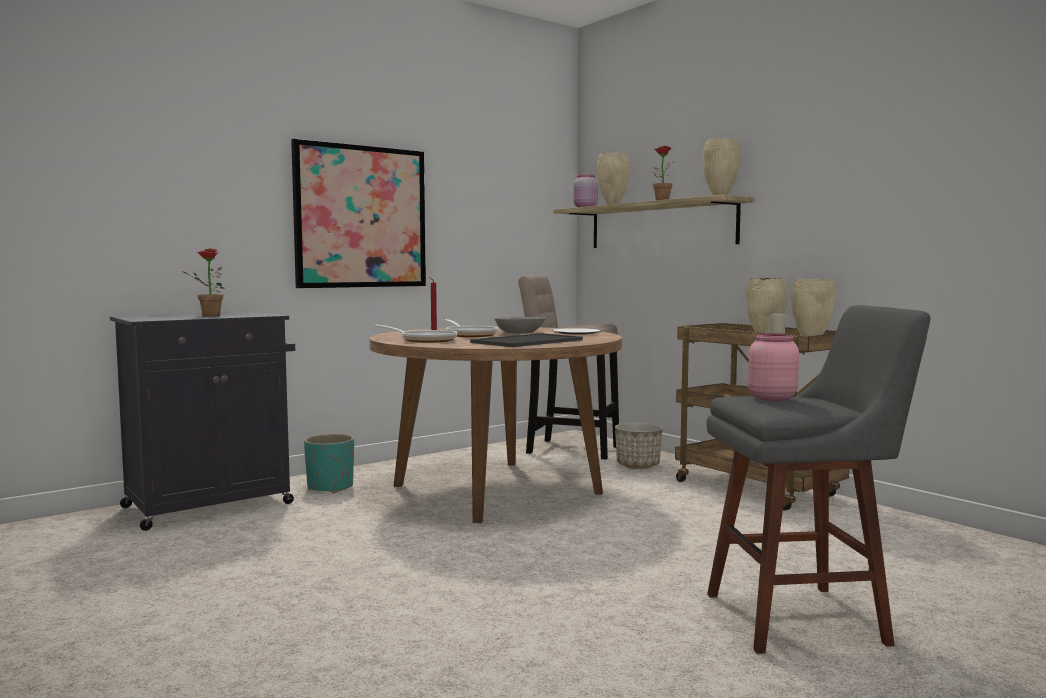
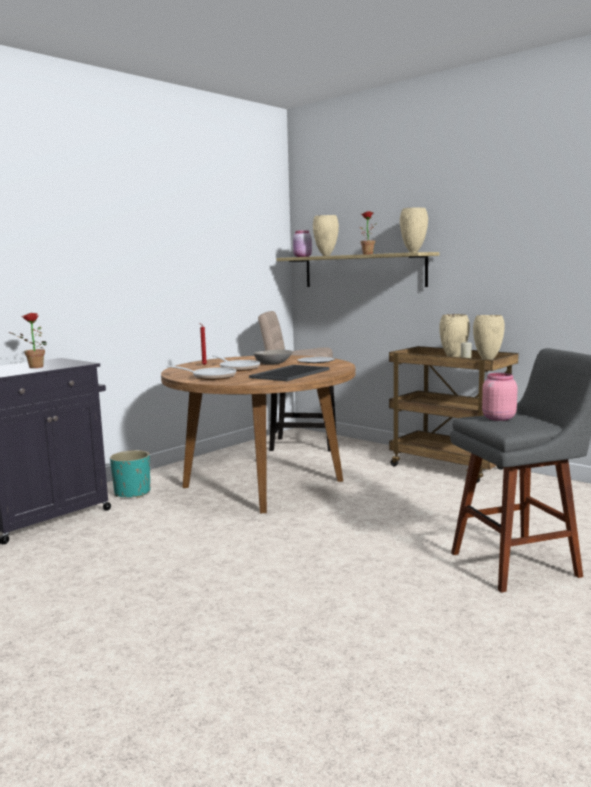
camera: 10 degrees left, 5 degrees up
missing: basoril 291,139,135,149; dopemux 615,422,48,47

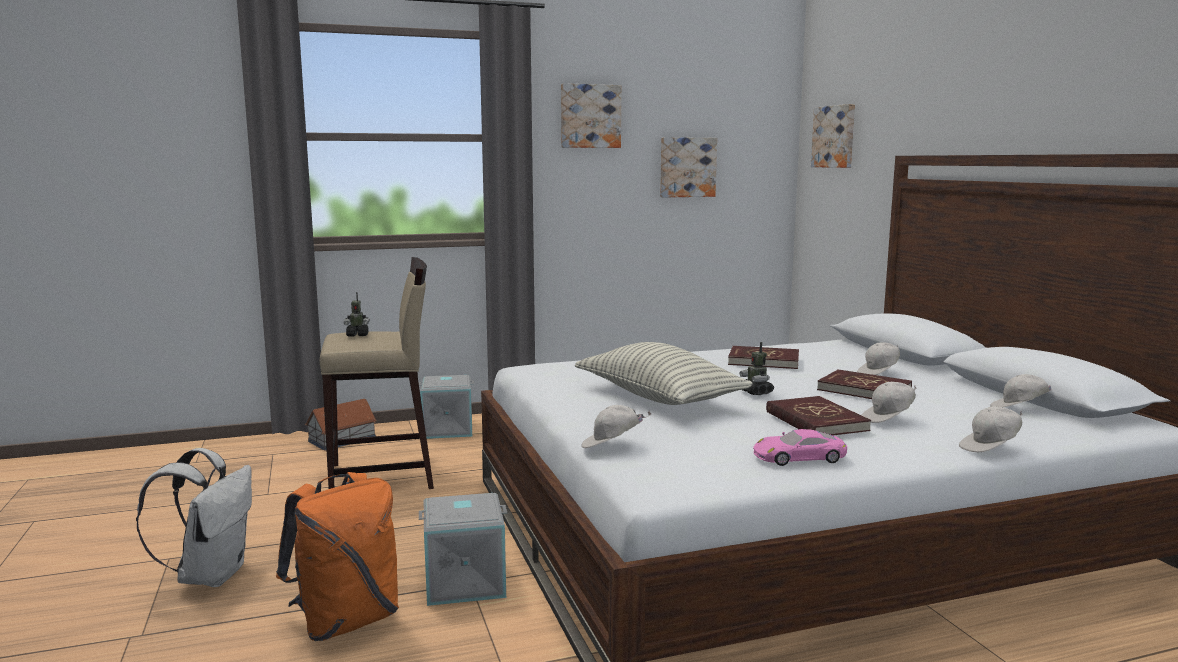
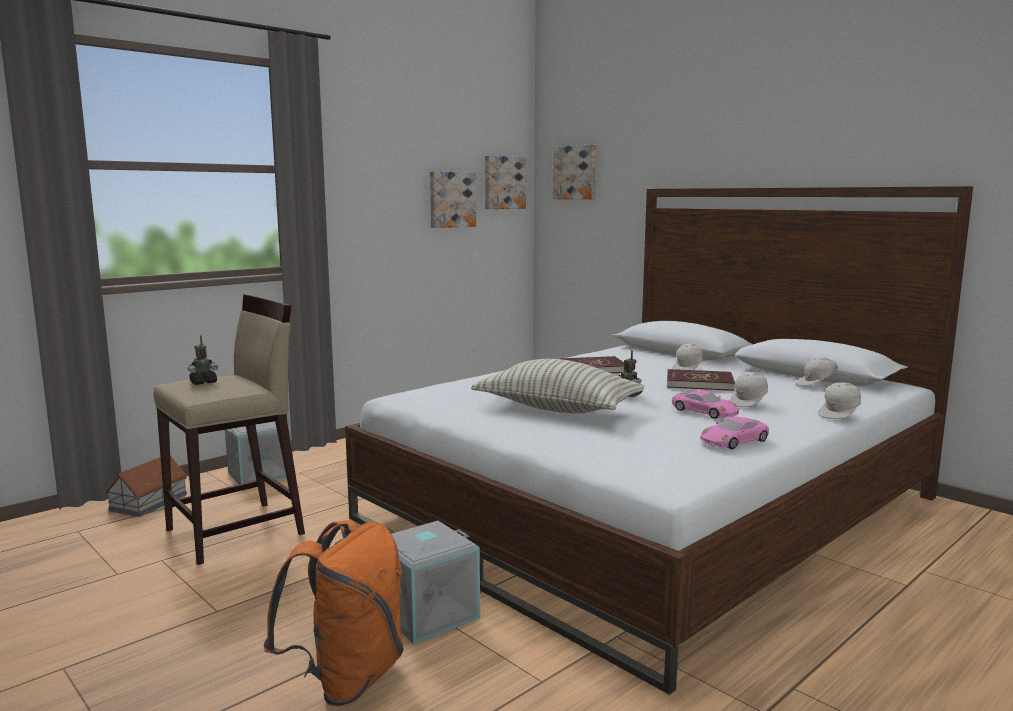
camera: 25 degrees left, 0 degrees up
missing: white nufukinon 581,405,70,43; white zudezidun 136,448,116,139
relocated: basoril 561,83,60,65 to 485,156,41,53
exchanged: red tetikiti 766,396,105,39 to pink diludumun 672,390,67,29

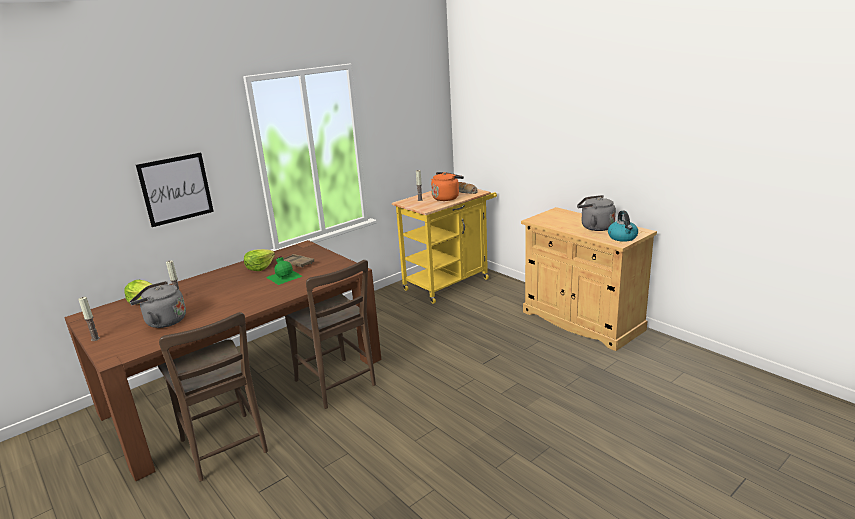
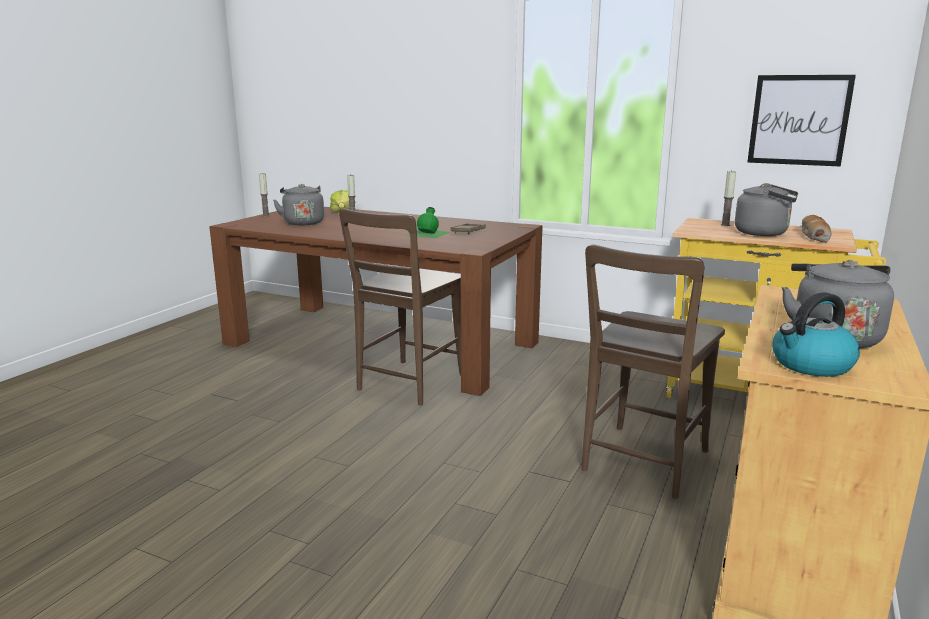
camera: 65 degrees right, 5 degrees down
missing: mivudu 244,249,31,22
relocated: basoril 136,152,78,75 to 747,75,109,92; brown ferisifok 158,312,110,169 to 581,245,144,254
colour: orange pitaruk 431,172,33,29 to grey pitaruk 735,183,63,53

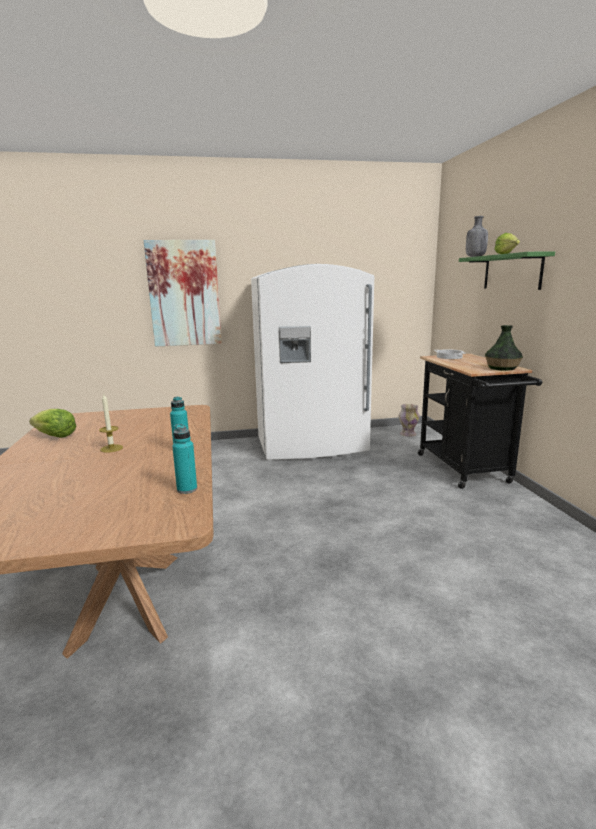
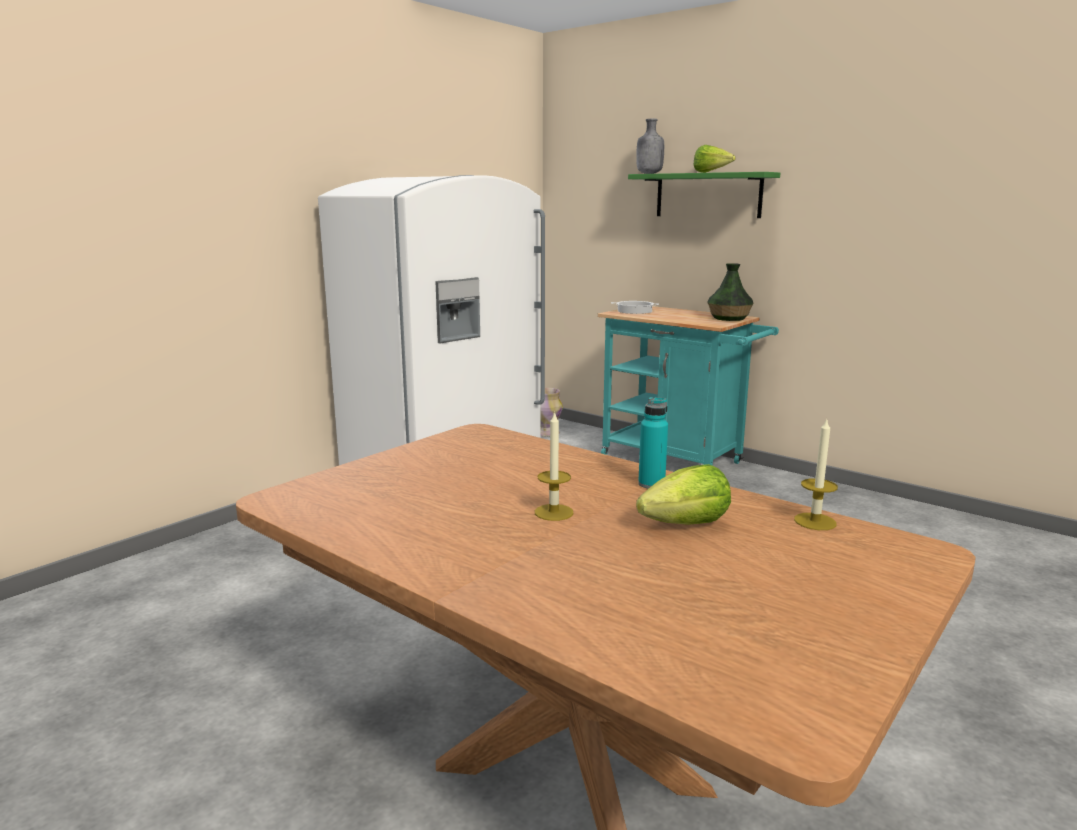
camera: 40 degrees left, 0 degrees up
missing: basoril 144,240,78,107
relocated: mivudu 29,409,47,29 to 636,464,95,61
exchanged: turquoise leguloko 172,424,25,70 to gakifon 794,419,44,111
colour: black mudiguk 418,354,124,135 to turquoise mudiguk 597,306,182,160

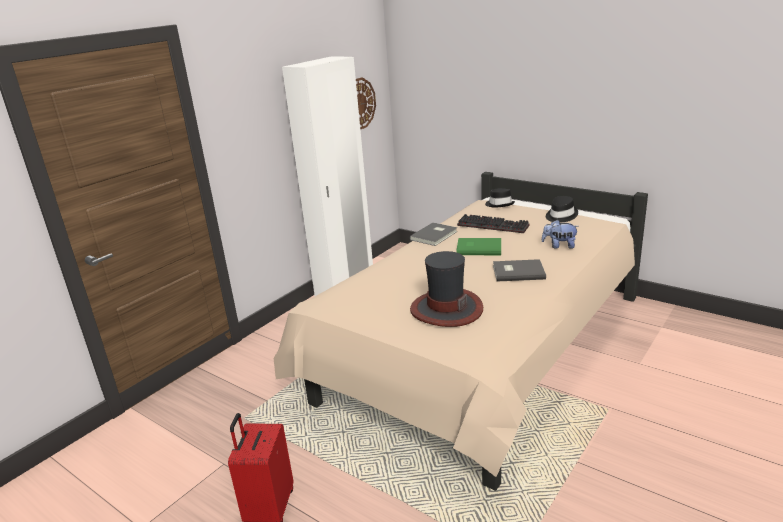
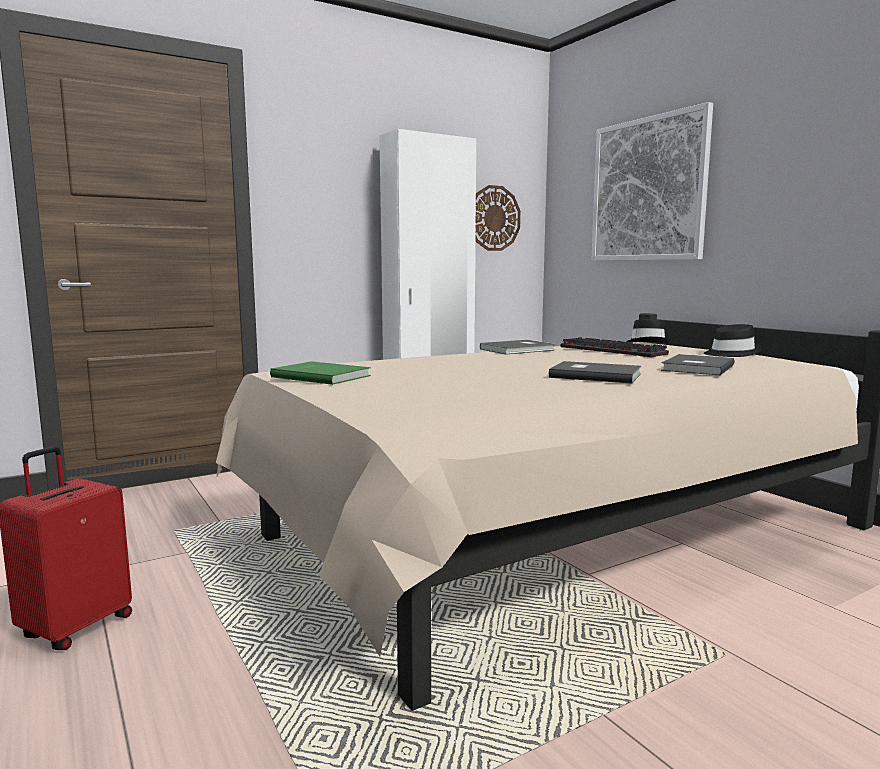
camera: 20 degrees right, 15 degrees down
missing: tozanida 410,251,73,76
appeared: basoril 591,102,122,159
relocated: green tetikiti 456,238,45,17 to 270,361,101,24
exchanged: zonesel 542,220,37,29 to grey tetikiti 661,354,74,21

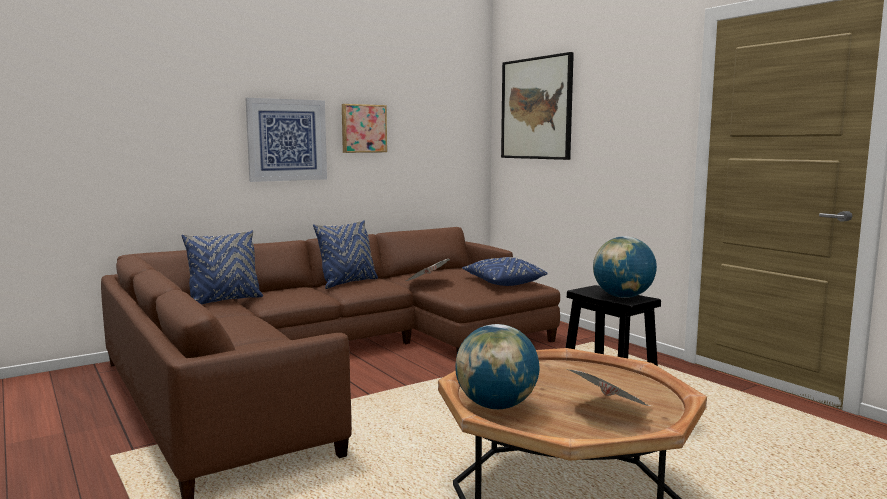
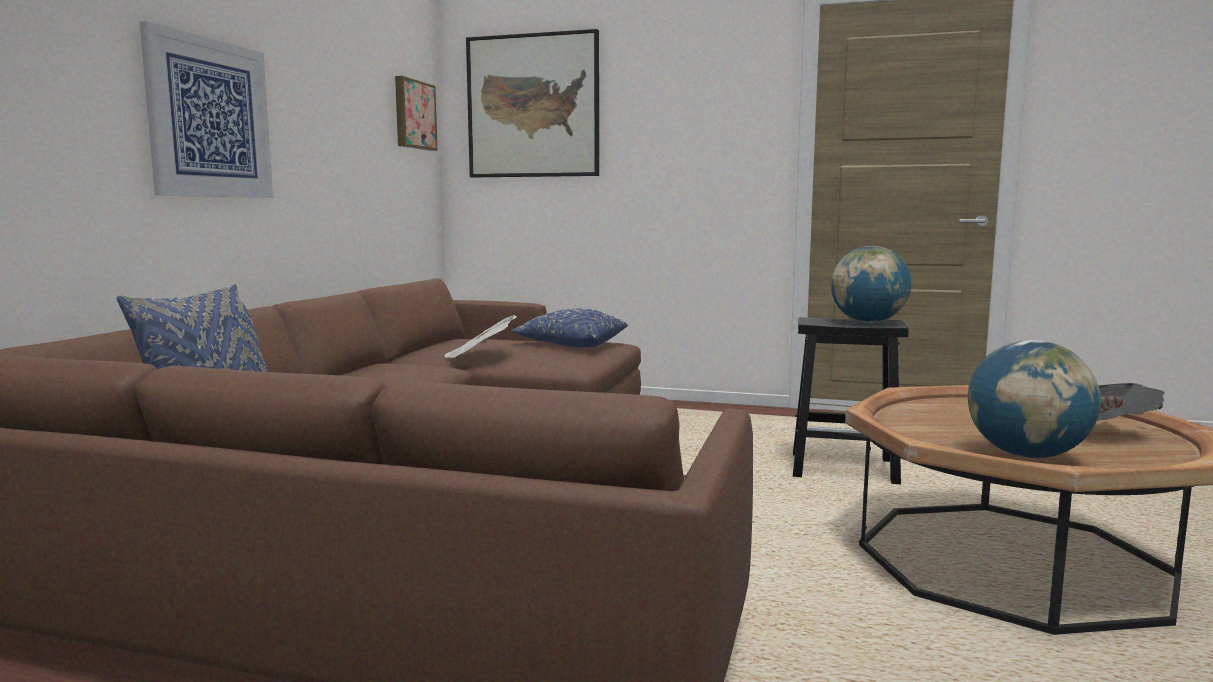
camera: 40 degrees left, 0 degrees up
missing: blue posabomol 313,220,65,69
relocated: basoril 342,104,45,49 to 395,76,43,75

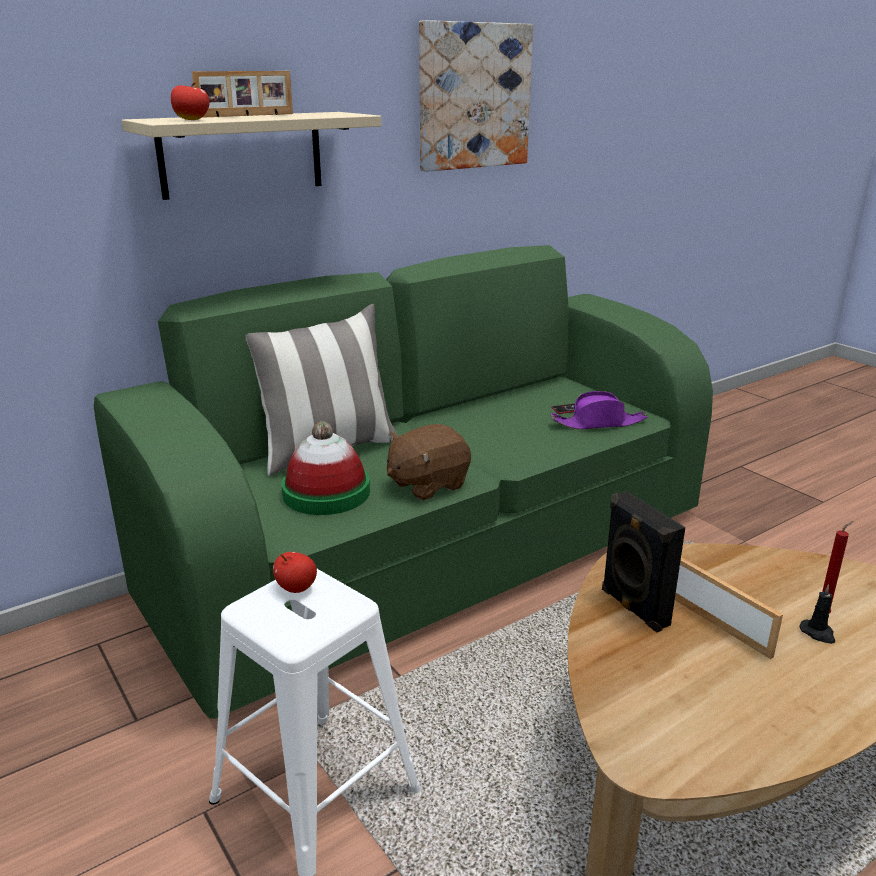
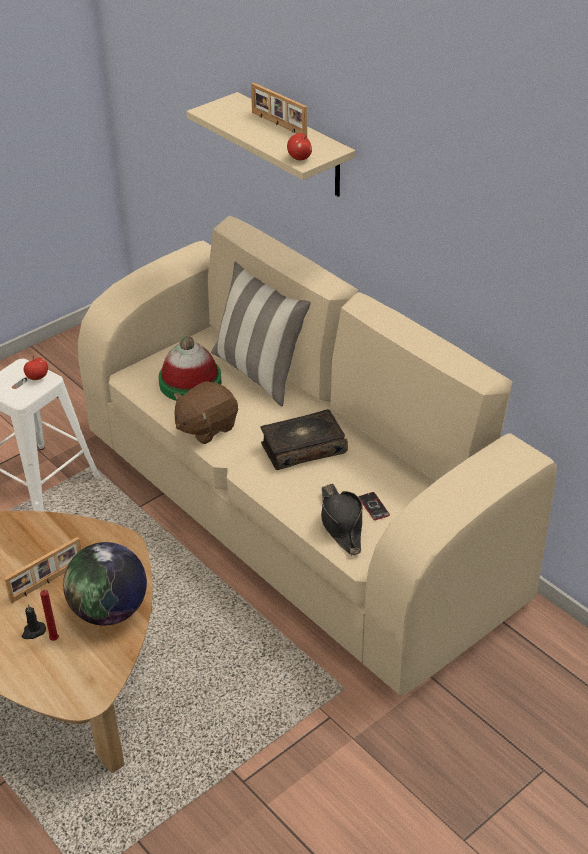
camera: 85 degrees right, 15 degrees up
missing: basoril 419,20,114,152; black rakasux 602,491,83,142
appeared: tetikiti 260,409,88,61; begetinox 63,542,84,83
relocated: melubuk 171,82,38,38 to 287,133,25,27
colour: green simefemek 94,245,619,474 to beige simefemek 78,215,479,480; purple tozanida 551,391,96,39 to black tozanida 321,484,41,71
spun: brown zonesel 387,424,84,76 = 174,381,64,63 90 degrees counterclockwise

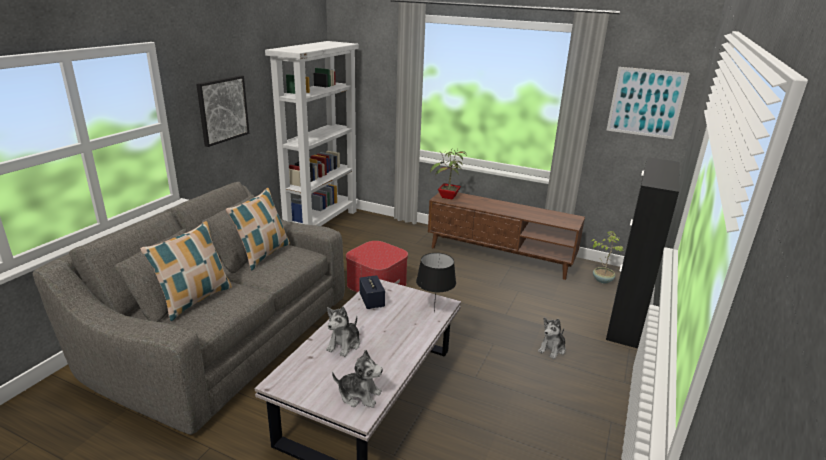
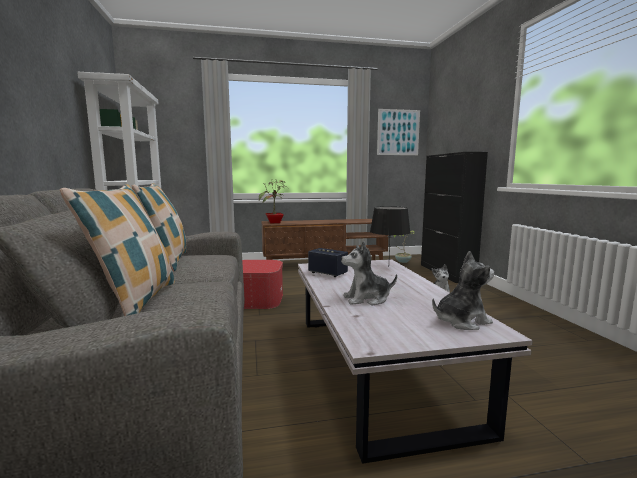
camera: 35 degrees left, 15 degrees down
missing: basoril 196,75,53,72
spun: zonesel 326,306,34,51 = 341,241,56,64 90 degrees clockwise

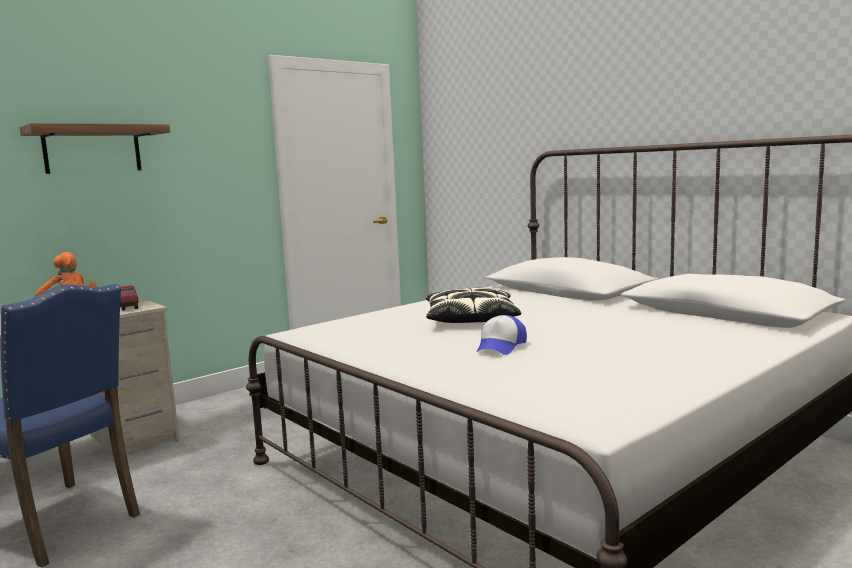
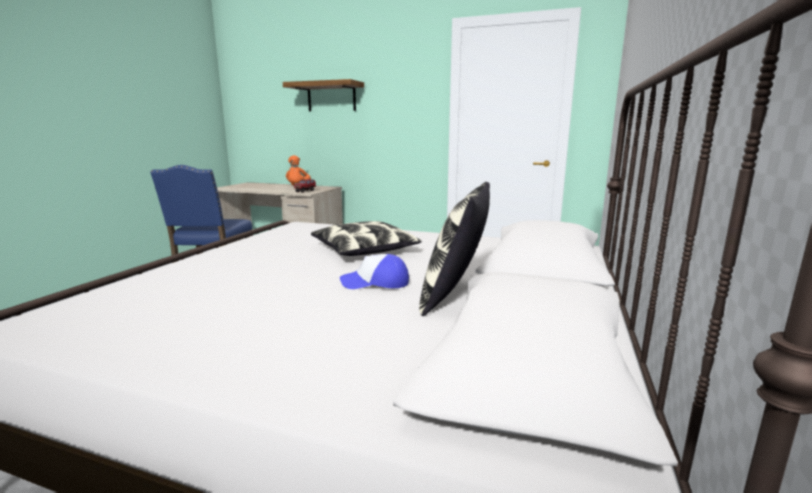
camera: 60 degrees right, 5 degrees up
appeared: posabomol 419,182,71,134
relocated: nufukinon 477,315,50,40 to 340,254,69,35

